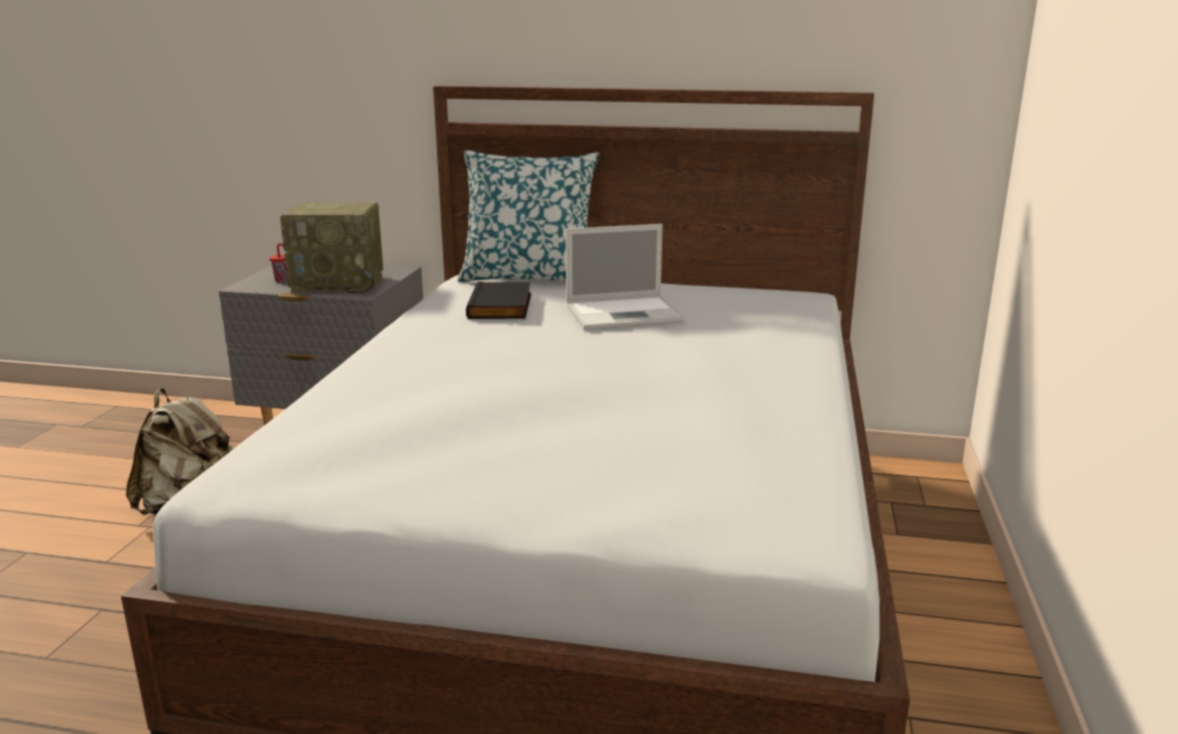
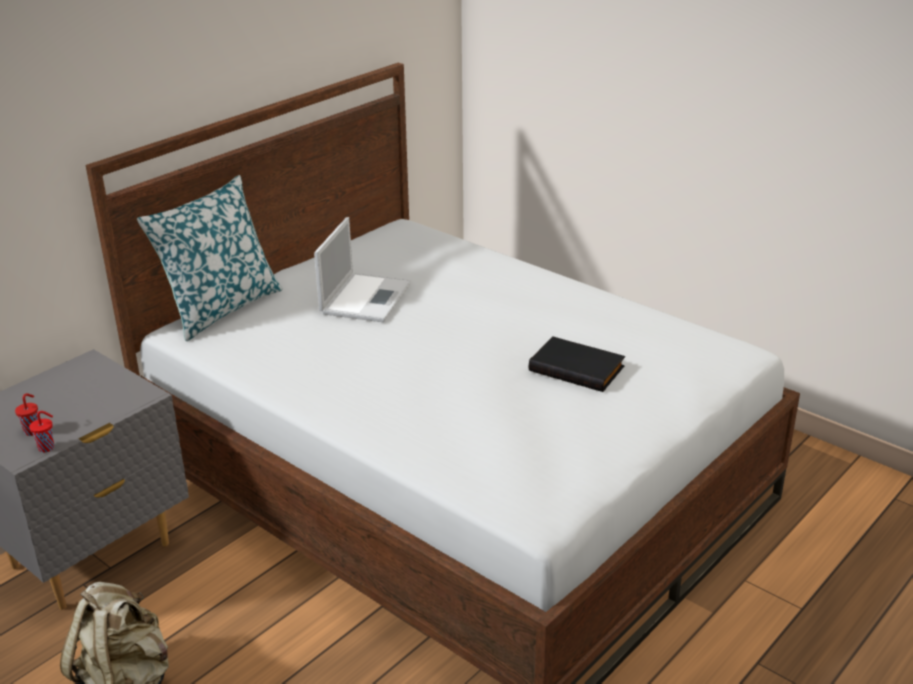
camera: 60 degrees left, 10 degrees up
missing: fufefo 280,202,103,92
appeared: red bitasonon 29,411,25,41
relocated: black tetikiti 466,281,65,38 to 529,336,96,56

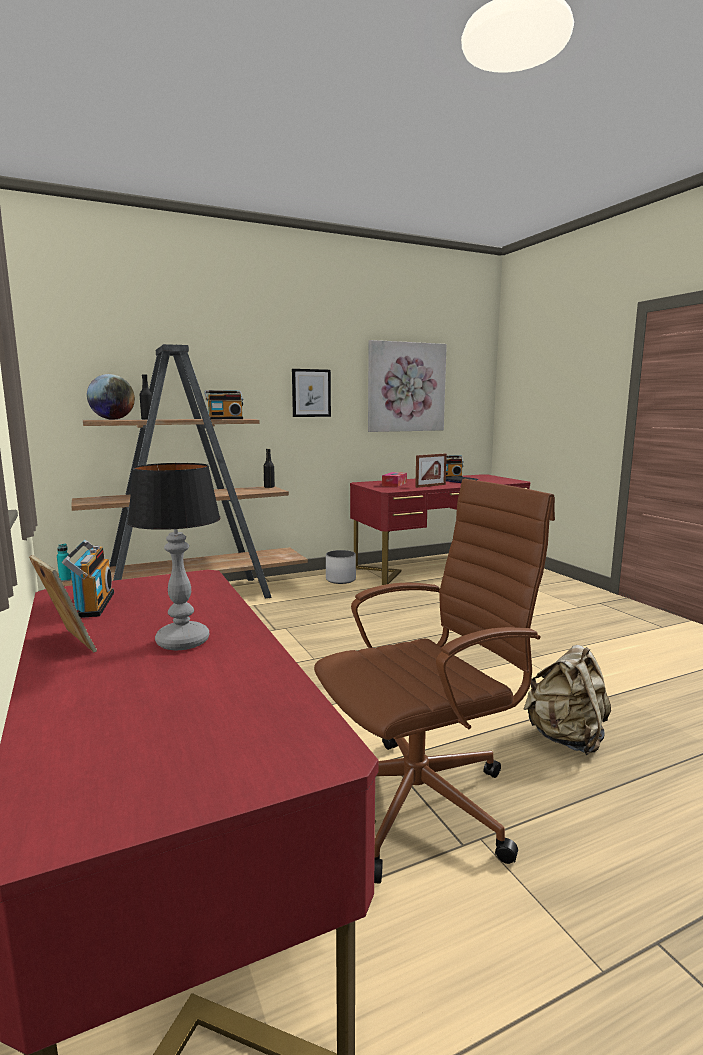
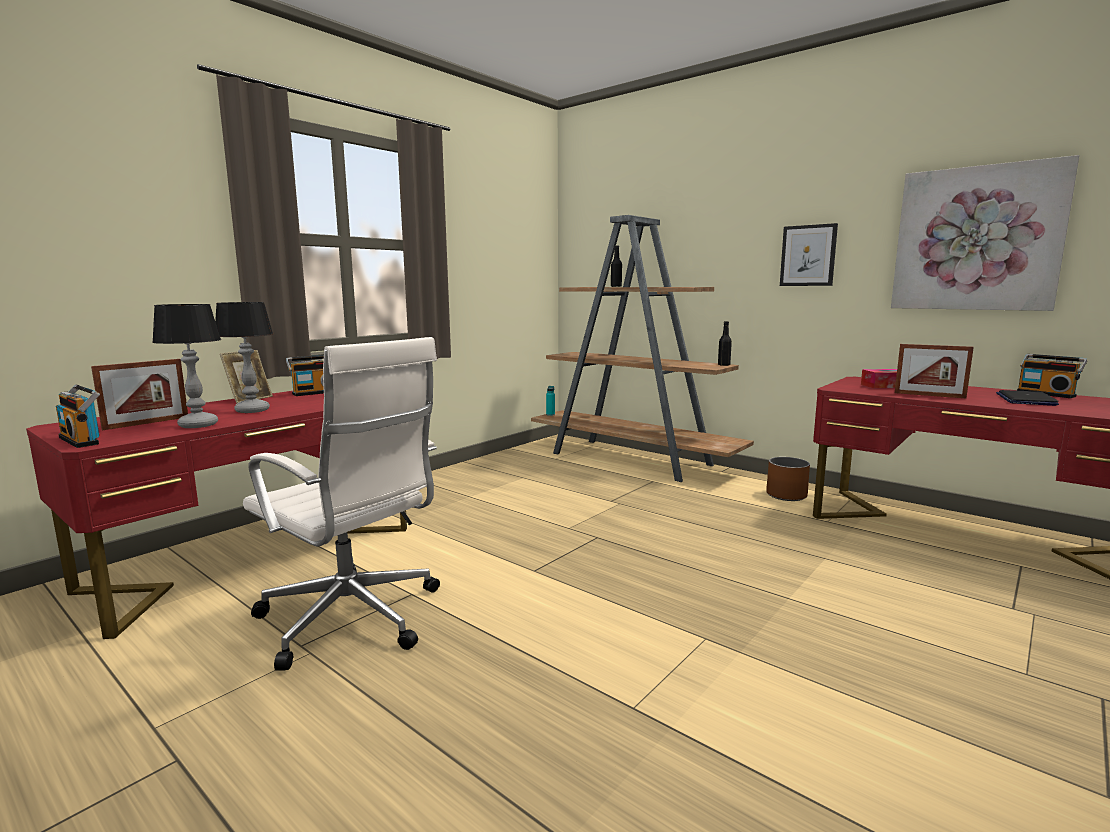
camera: 65 degrees right, 0 degrees up
missing: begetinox 87,374,48,46; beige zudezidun 524,645,87,110
appeared: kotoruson 152,304,69,124; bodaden 91,359,97,71
relocated: fufefo 204,390,39,29 to 56,384,44,64
colour: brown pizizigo 314,479,241,405 to white pizizigo 243,337,197,334; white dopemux 326,550,30,34 to brown dopemux 766,457,44,44

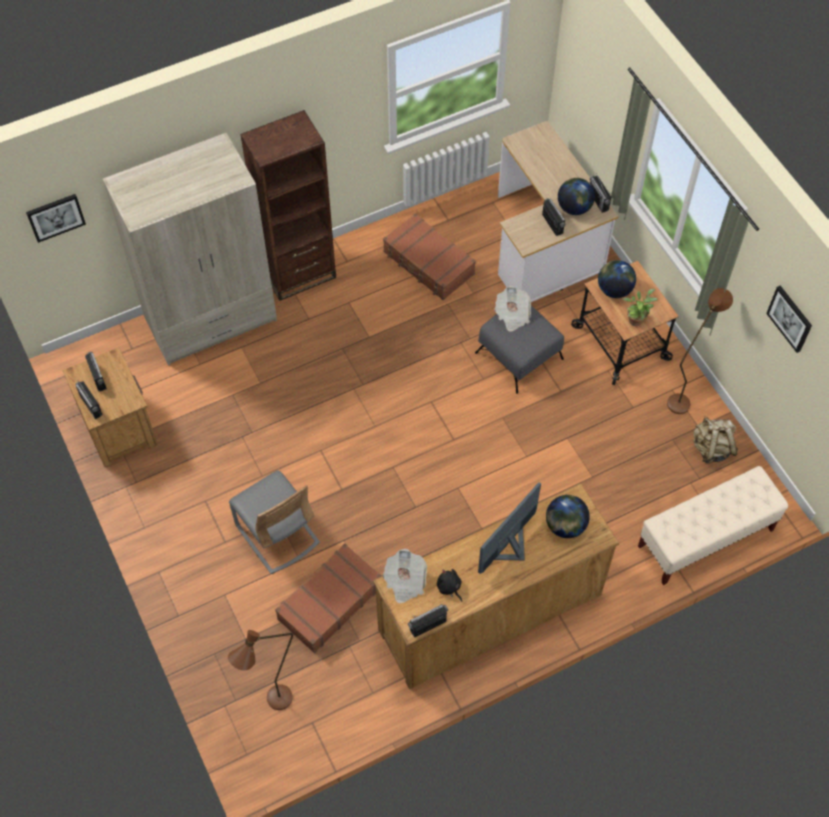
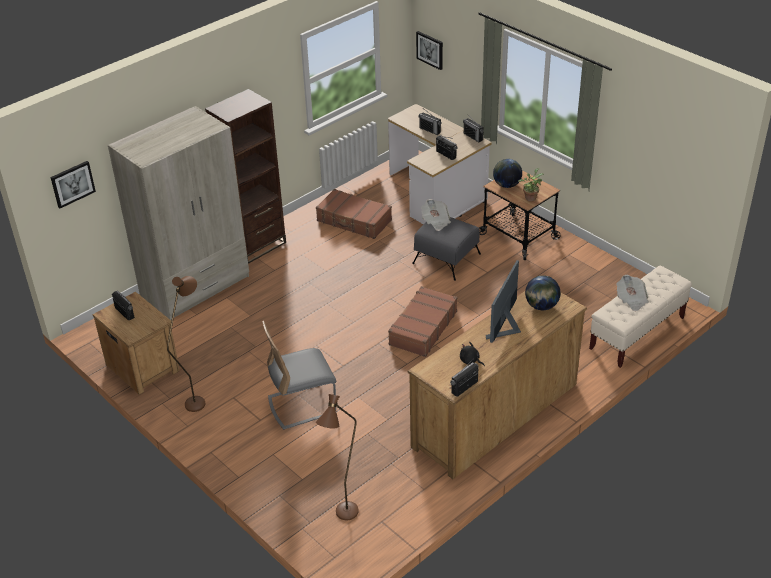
camera: 15 degrees left, 20 degrees down
missing: begetinox 558,178,37,37; beige zudezidun 693,417,45,46
relocated: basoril 766,286,46,67 to 416,31,27,39; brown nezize 667,288,66,126 to 167,276,38,136; fufefo 75,381,28,38 to 418,109,23,26; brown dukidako 275,543,107,110 to 388,286,69,71; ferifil 383,549,44,54 to 616,275,33,36
spun: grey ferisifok 229,471,91,103 = 262,321,74,109 120 degrees clockwise

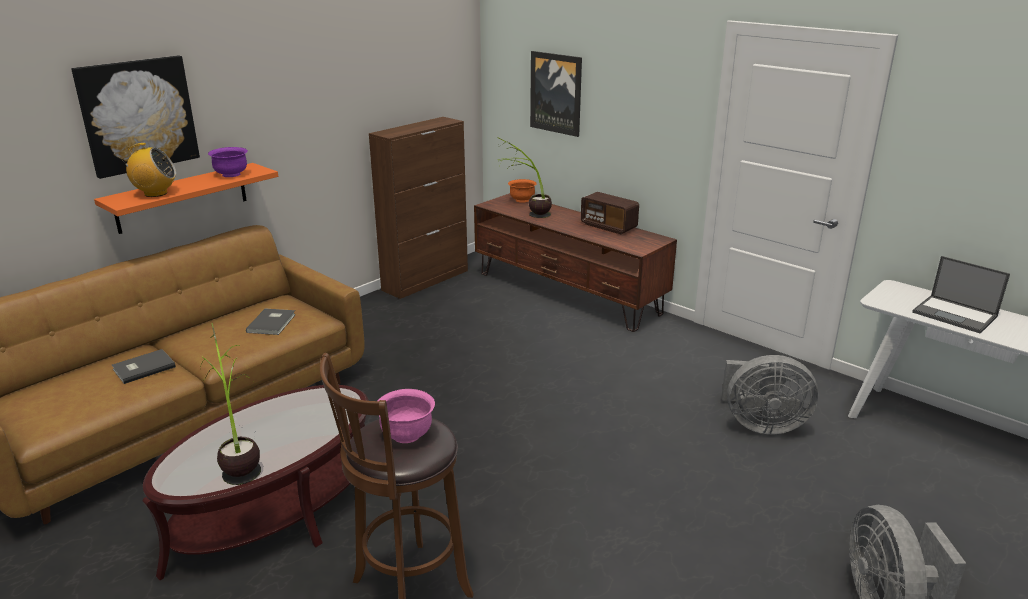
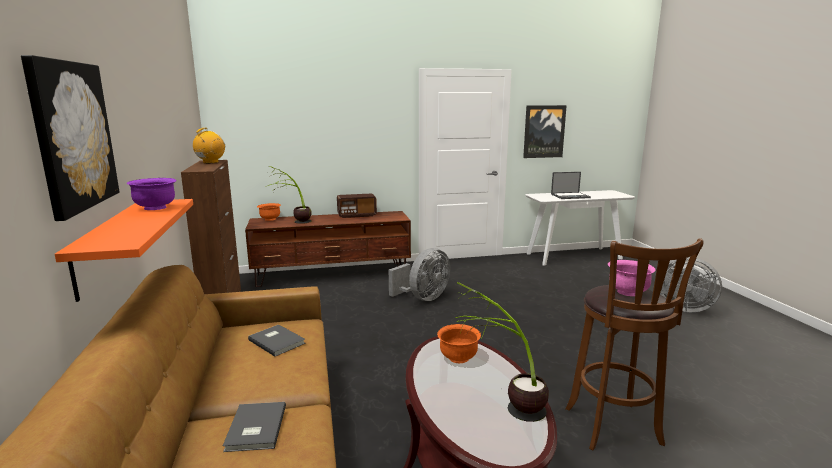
camera: 55 degrees left, 10 degrees down
appeared: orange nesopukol 437,324,44,39
relocated: basoril 530,51,52,86 to 523,105,44,53; fufefo 118,143,58,54 to 193,128,32,35; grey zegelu 721,355,97,79 to 389,248,61,53

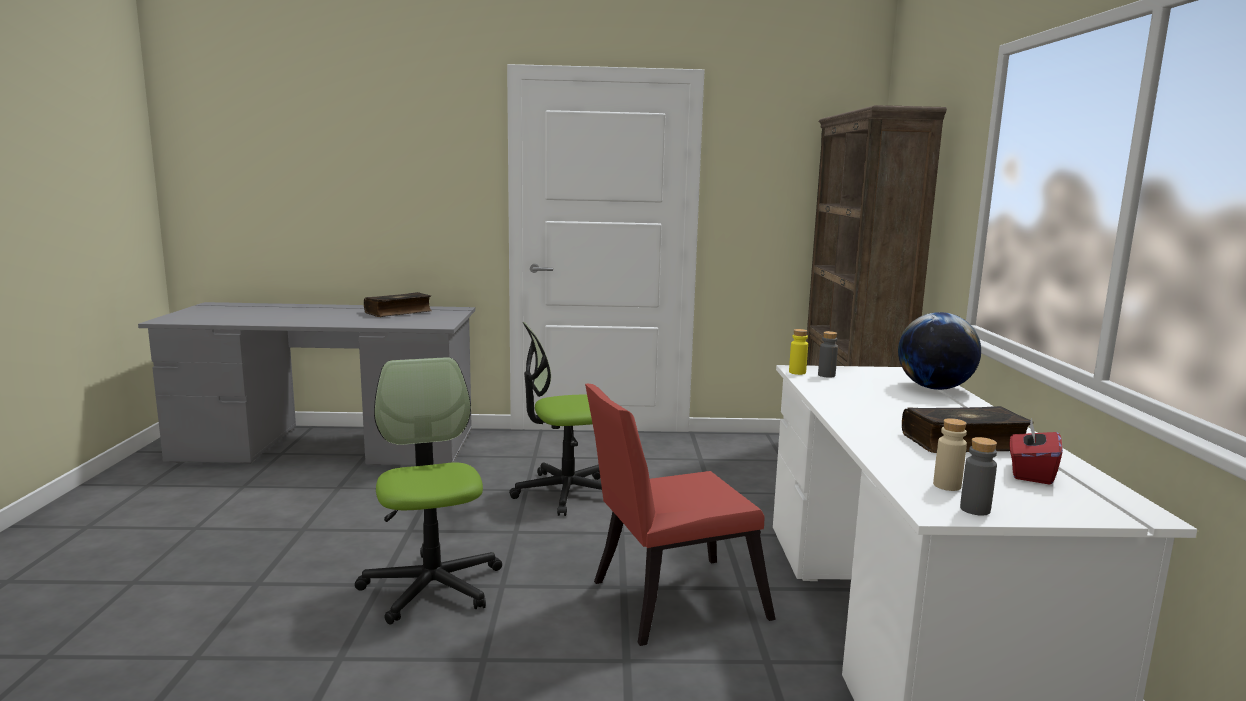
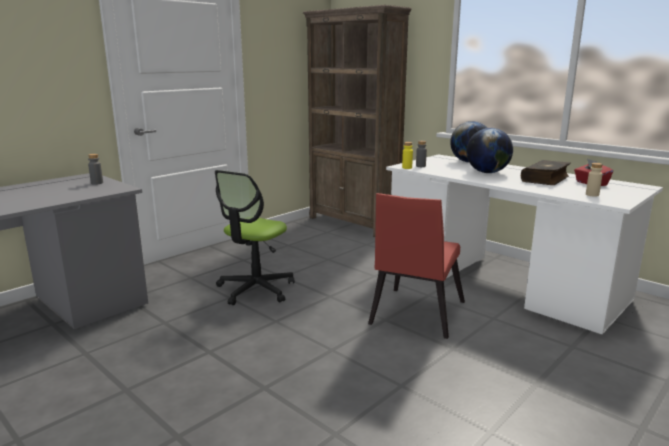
camera: 45 degrees left, 5 degrees up
missing: tetikiti 364,292,68,25; pizizigo 355,357,147,268
appeared: begetinox 466,128,47,45
relocated: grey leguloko 960,437,37,79 to 88,154,15,31

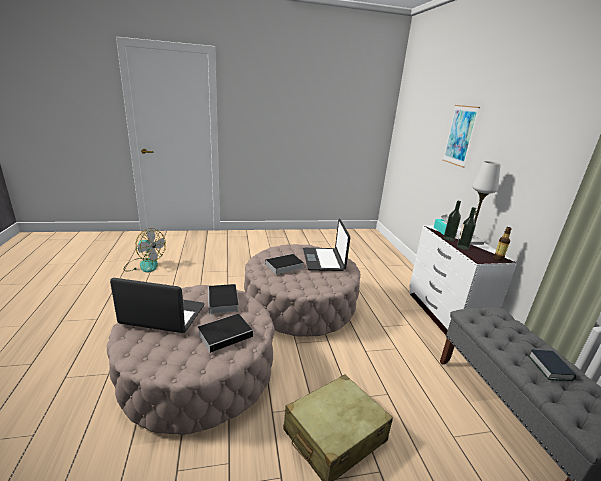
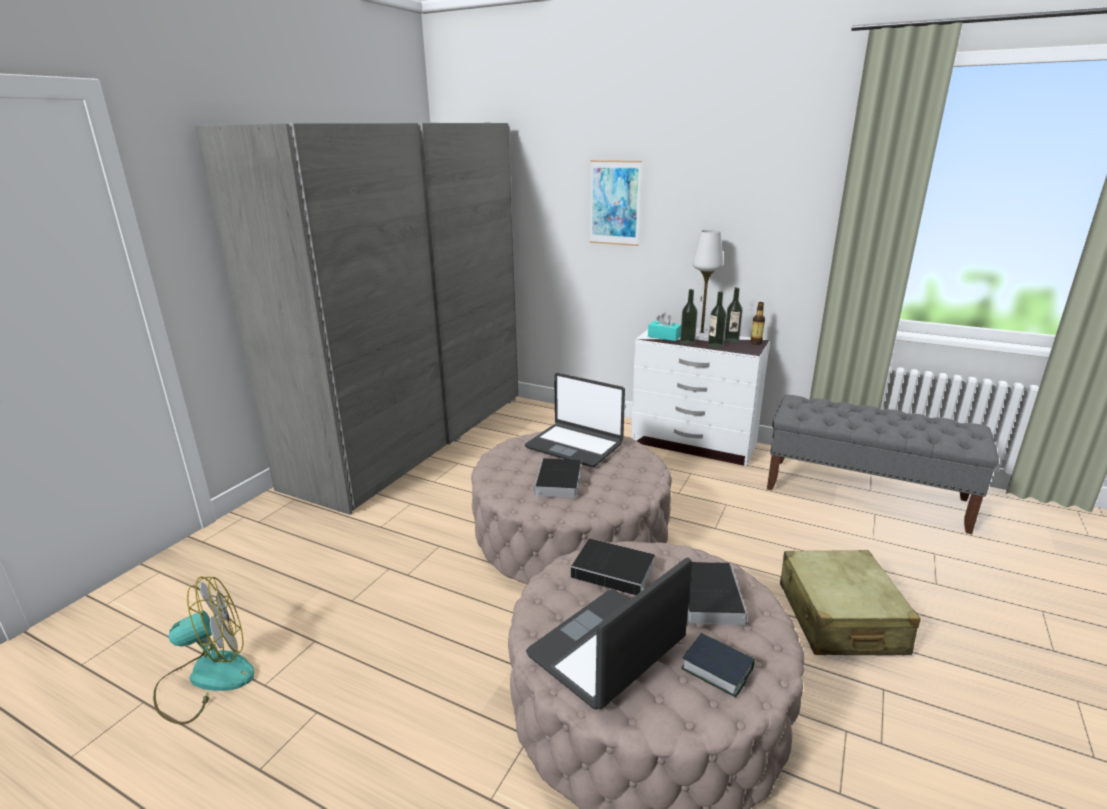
camera: 50 degrees left, 0 degrees up
appeared: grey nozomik 195,122,324,393; leguloko 724,287,19,56
relocated: tetikiti 528,350,48,31 to 681,633,74,65

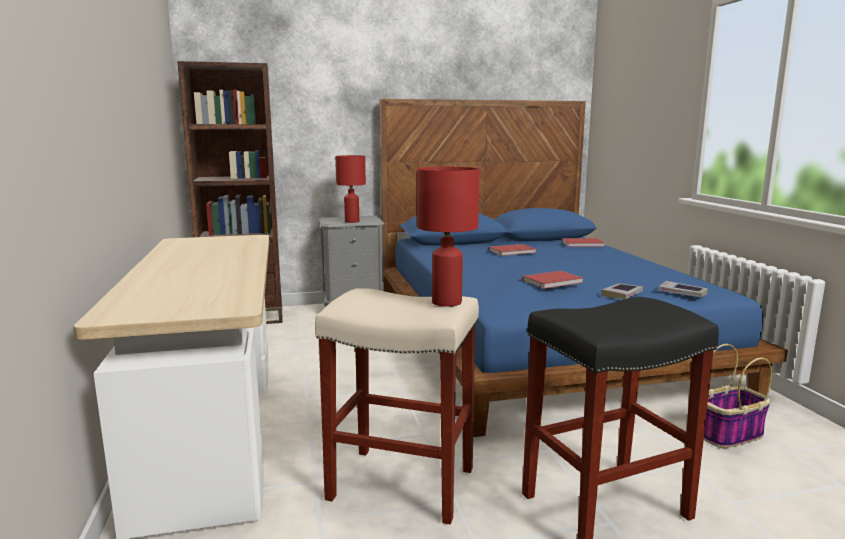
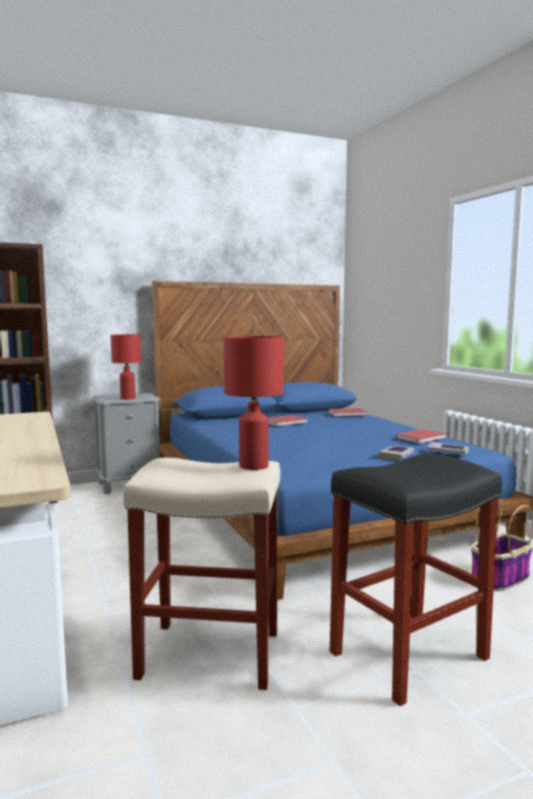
camera: 10 degrees left, 5 degrees down
relocated: red tetikiti 522,271,61,18 to 396,429,50,15

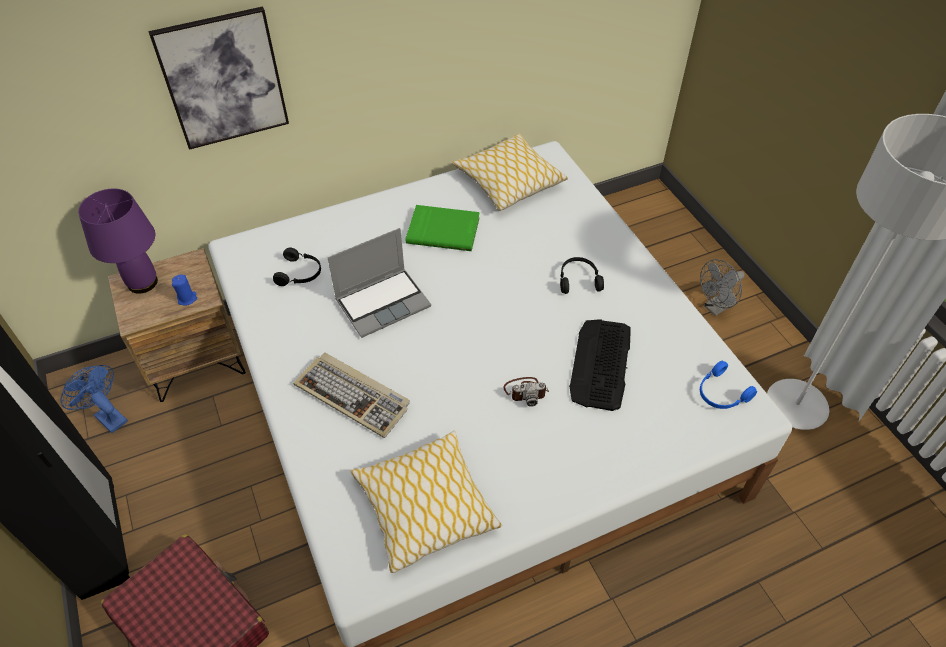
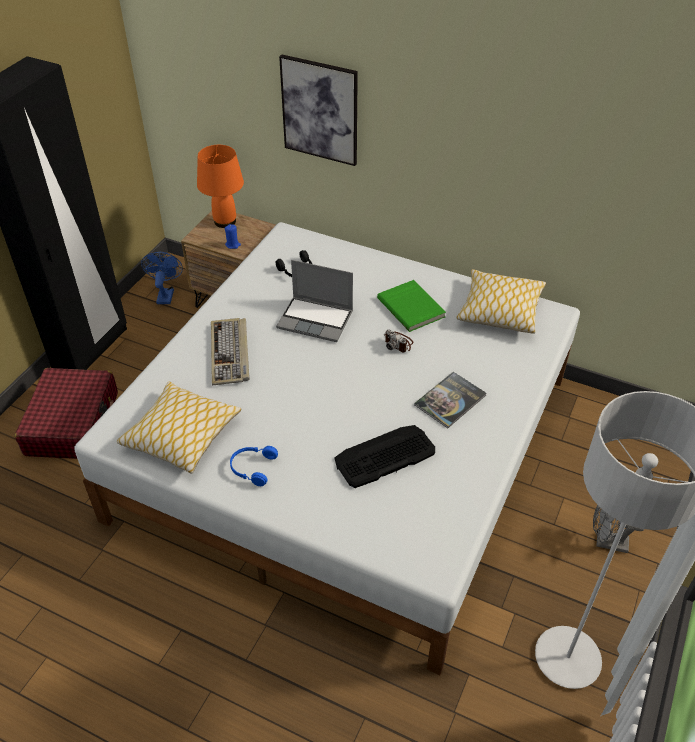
camera: 50 degrees right, 5 degrees down
relocated: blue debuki 700,361,57,48 to 230,446,48,40; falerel 503,377,46,30 to 384,329,29,23
exchanged: black debuki 560,257,44,37 to tetikiti 414,372,73,56
colour: purple kotoruson 78,188,80,106 to orange kotoruson 197,145,47,83

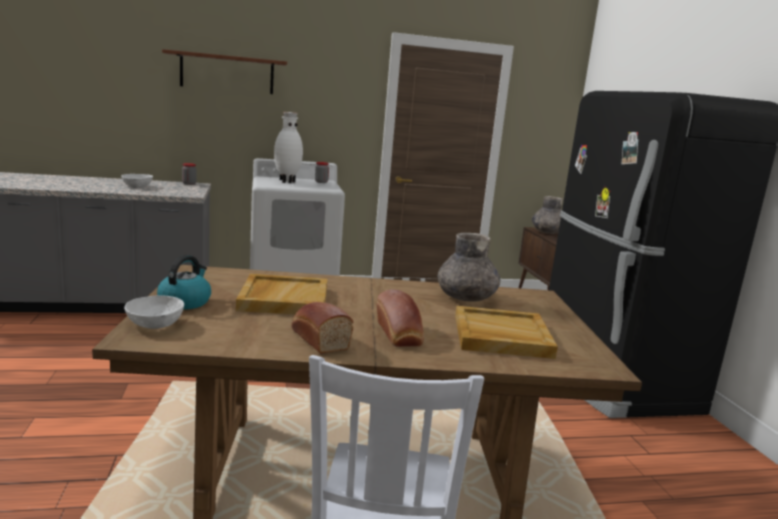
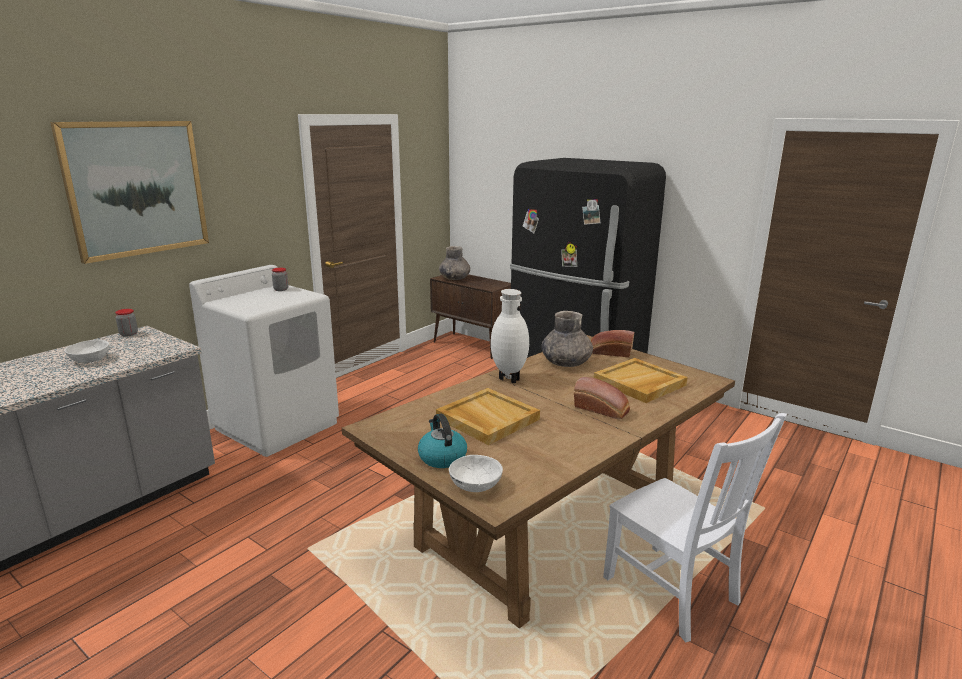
camera: 40 degrees left, 5 degrees up
relocated: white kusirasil 274,112,29,71 to 491,289,38,94; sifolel 291,302,62,52 to 591,330,43,28
exchanged: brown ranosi 162,49,125,45 to basoril 50,121,159,143

